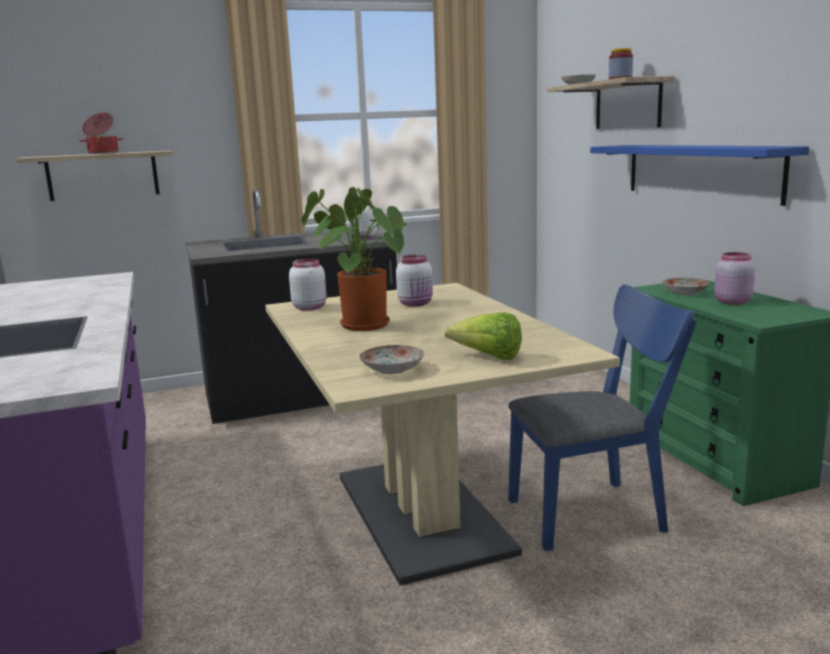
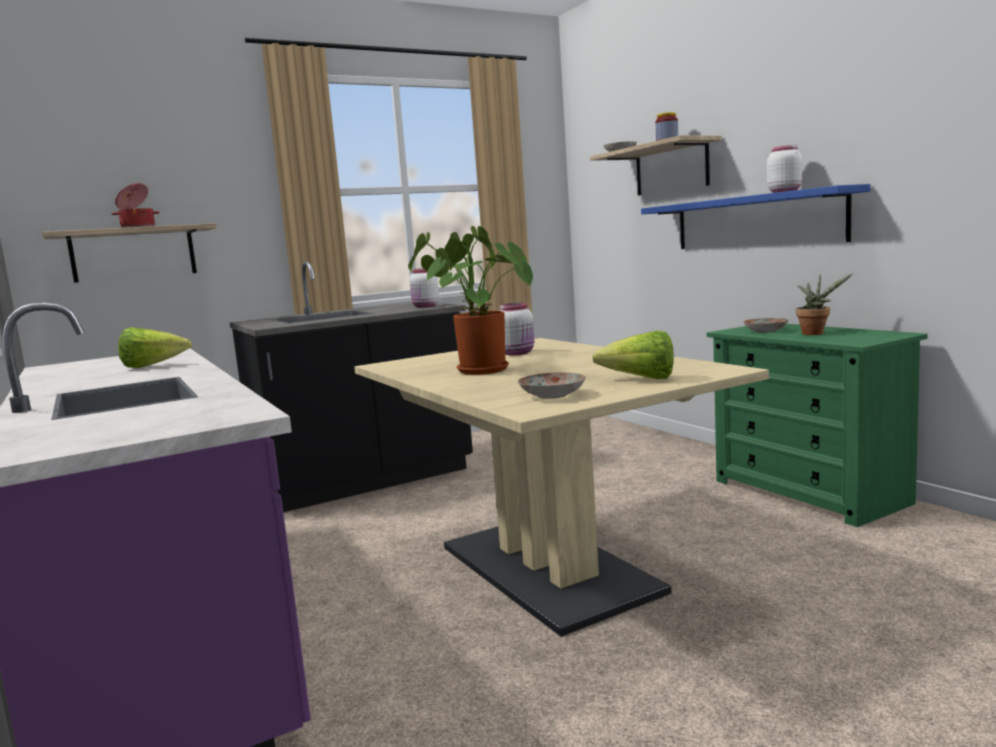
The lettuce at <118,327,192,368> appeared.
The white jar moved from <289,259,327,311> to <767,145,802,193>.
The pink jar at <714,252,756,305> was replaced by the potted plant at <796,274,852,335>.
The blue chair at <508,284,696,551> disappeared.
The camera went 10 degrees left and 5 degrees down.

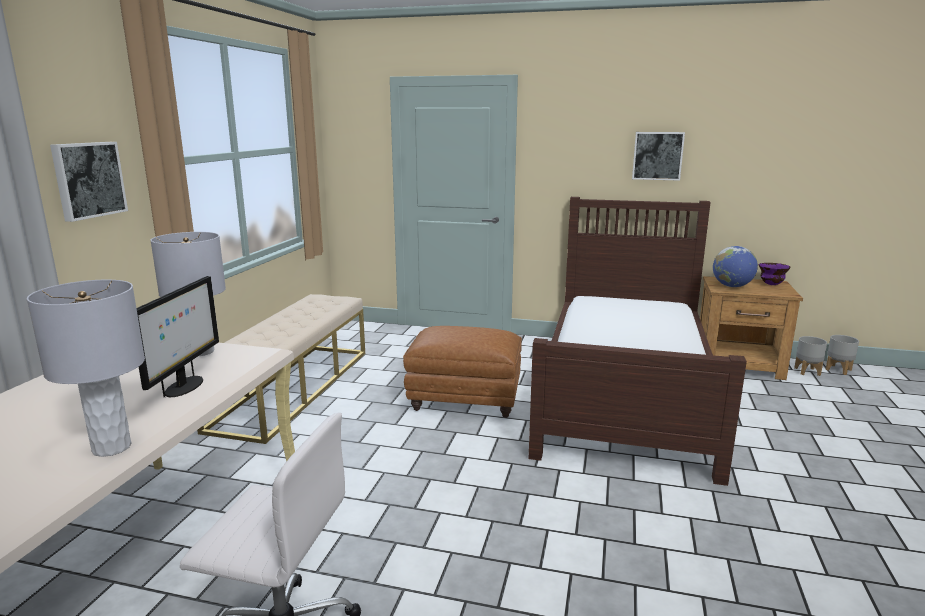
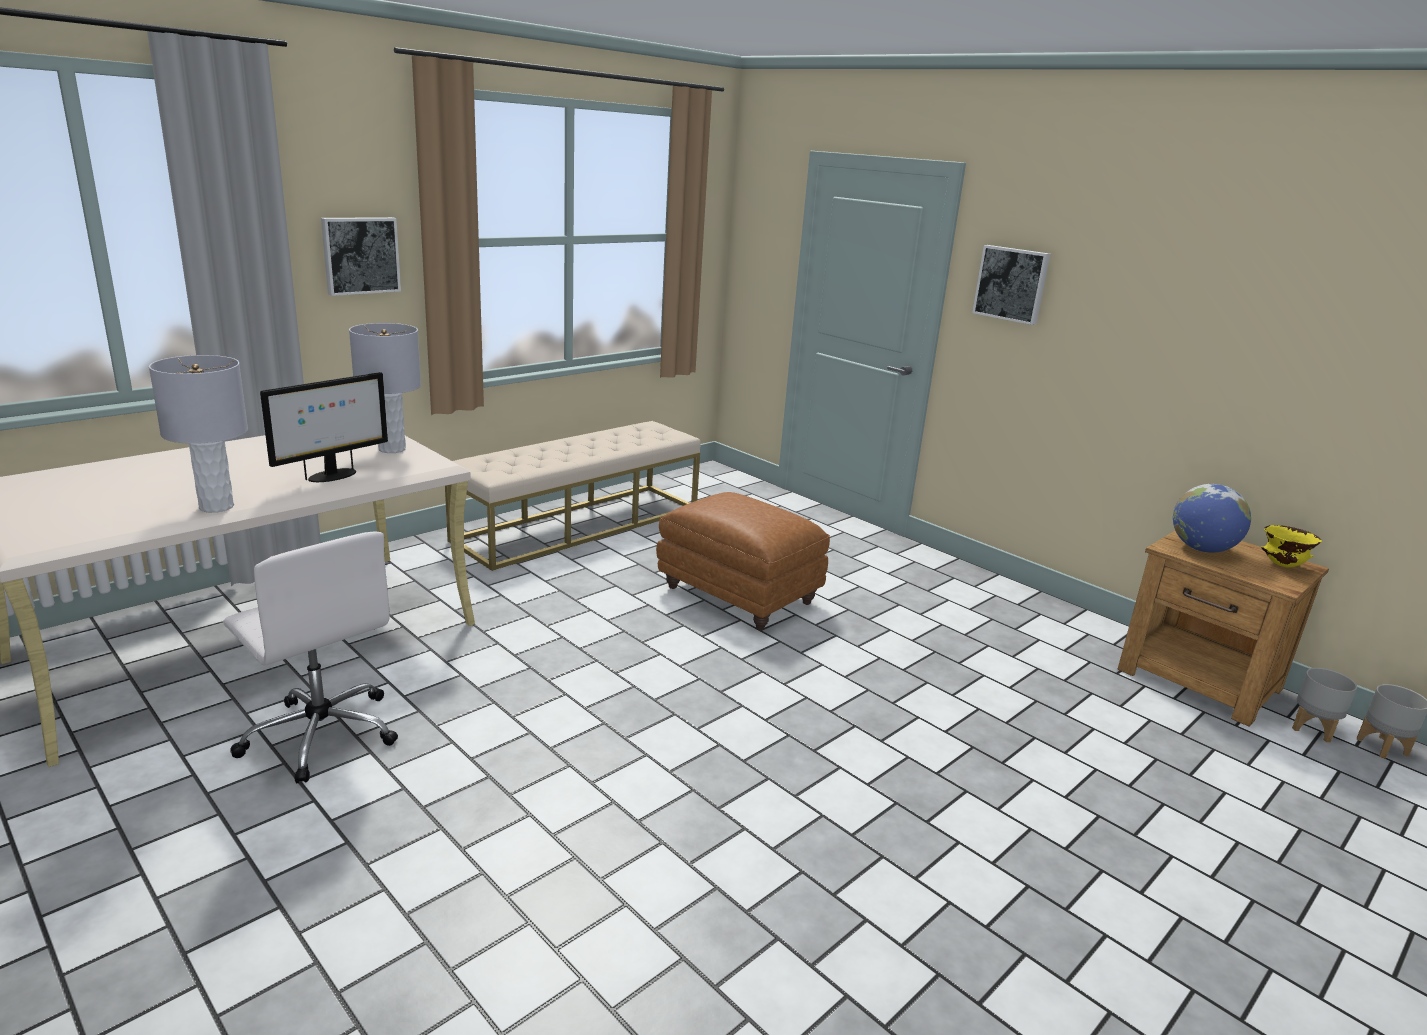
The picture moved from <632,132,685,181> to <972,245,1050,325>.
The purple bowl at <759,263,791,285> became the yellow bowl at <1261,525,1322,567>.
The brown bed at <529,197,747,486> disappeared.
The camera went 30 degrees right and 5 degrees up.

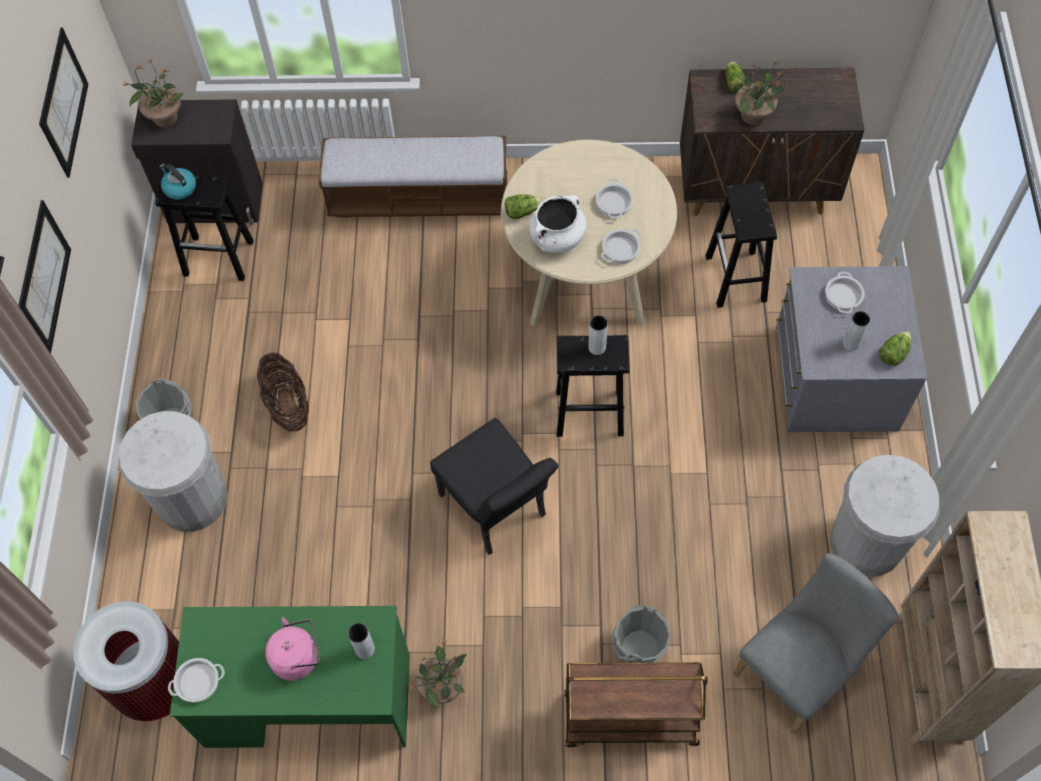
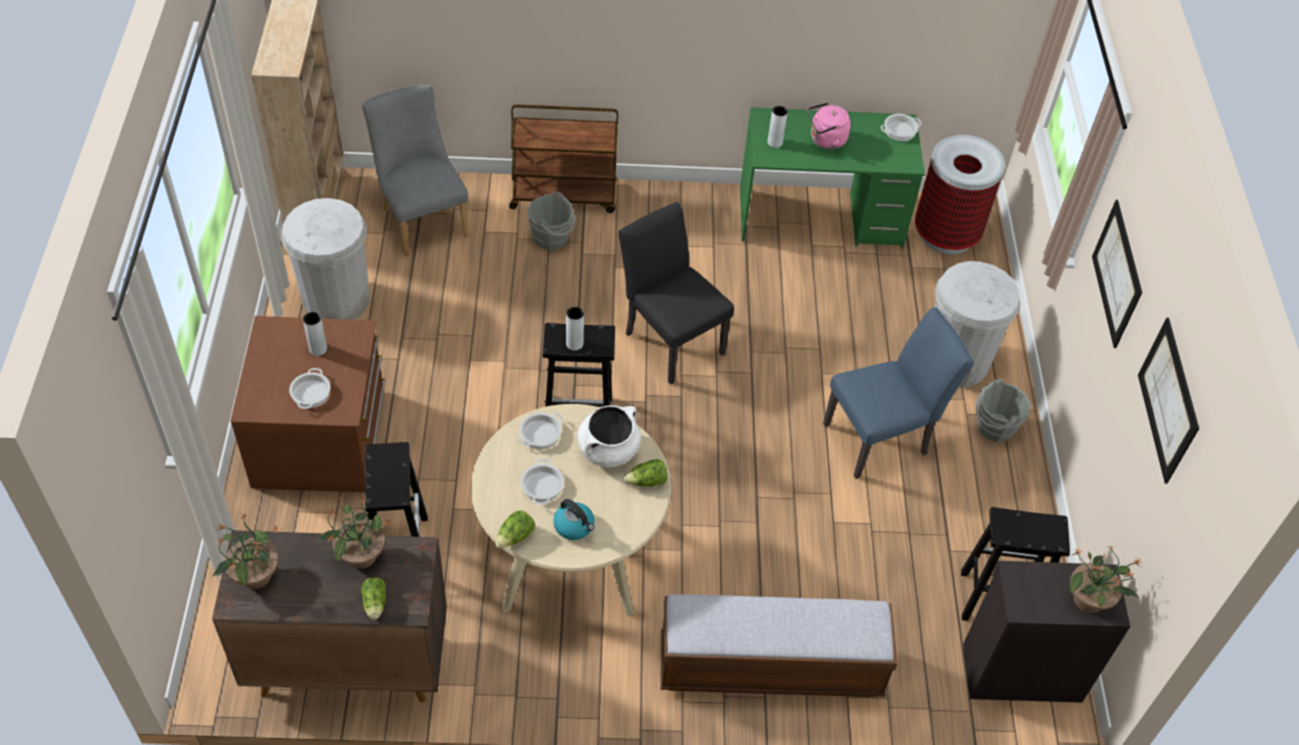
The potted plant moved from <409,640,467,708> to <212,513,281,589>.
The grey dresser at <776,266,927,432> became the brown dresser at <230,316,385,492>.
The grey chair at <733,553,899,735> turned 105 degrees clockwise.
The lettuce moved from <879,331,911,366> to <495,510,535,548>.
The kettle moved from <160,164,196,200> to <553,499,594,540>.
The basket at <257,353,309,432> was replaced by the blue chair at <823,307,974,479>.
The camera went 175 degrees right and 10 degrees down.

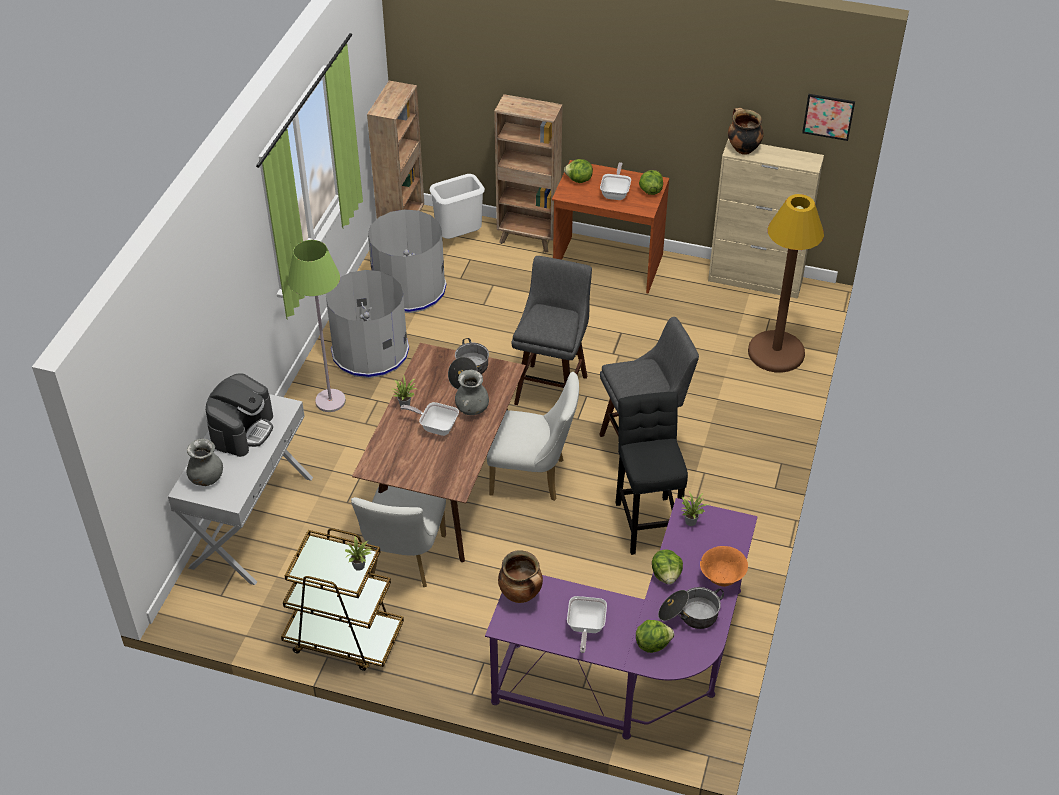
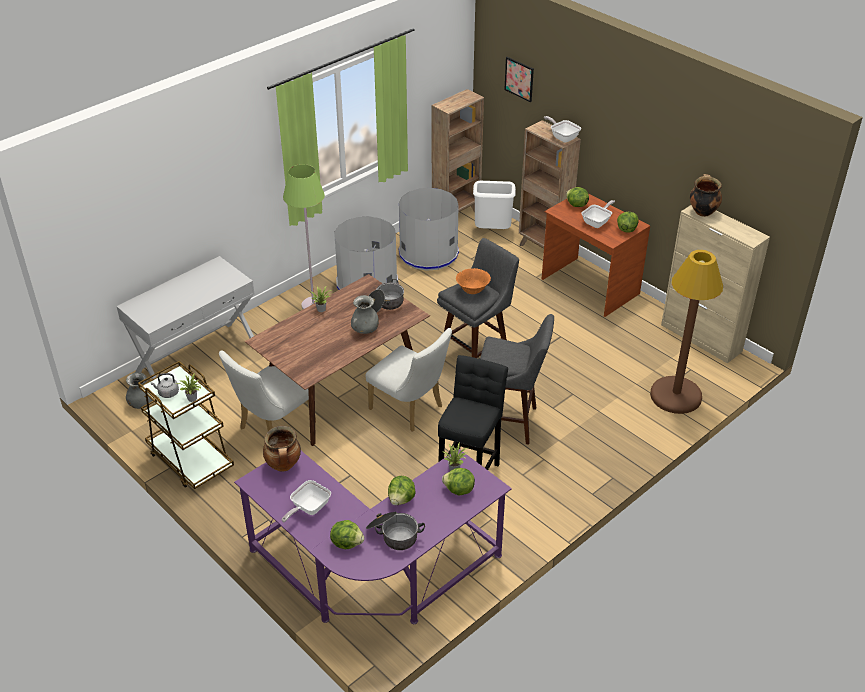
The grey vase moved from <187,439,223,486> to <126,372,153,409>.
The grey kettle at <151,373,179,398> appeared.
The lettuce at <442,468,475,496> appeared.
The orange bowl moved from <700,546,748,587> to <456,268,491,294>.
The picture moved from <802,94,855,141> to <504,57,534,102>.
The frying pan moved from <400,402,459,436> to <544,116,581,143>.
The coffee machine at <206,373,273,457> disappeared.
The camera went 30 degrees right and 5 degrees down.

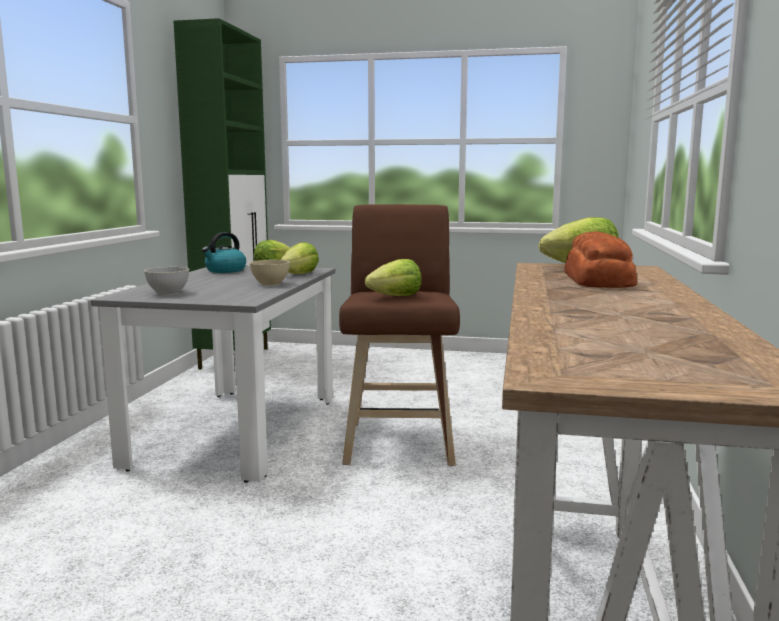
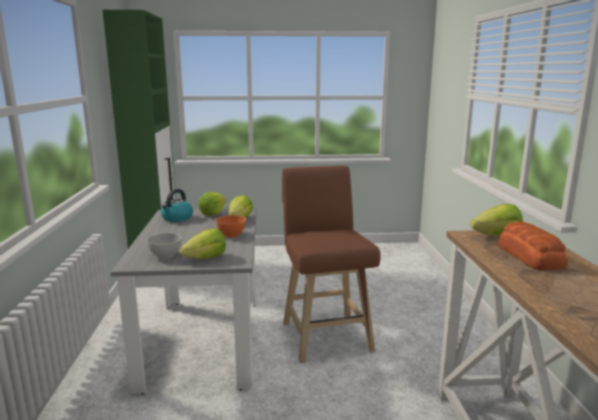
The lettuce moved from <365,259,421,296> to <180,228,226,259>.
The beige bowl at <250,260,290,286> became the orange bowl at <216,215,246,238>.
The camera went 15 degrees left and 5 degrees up.

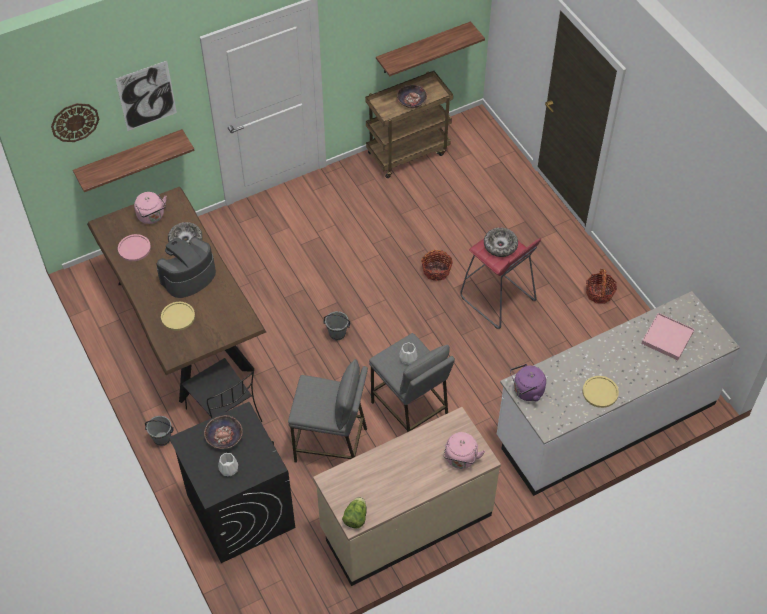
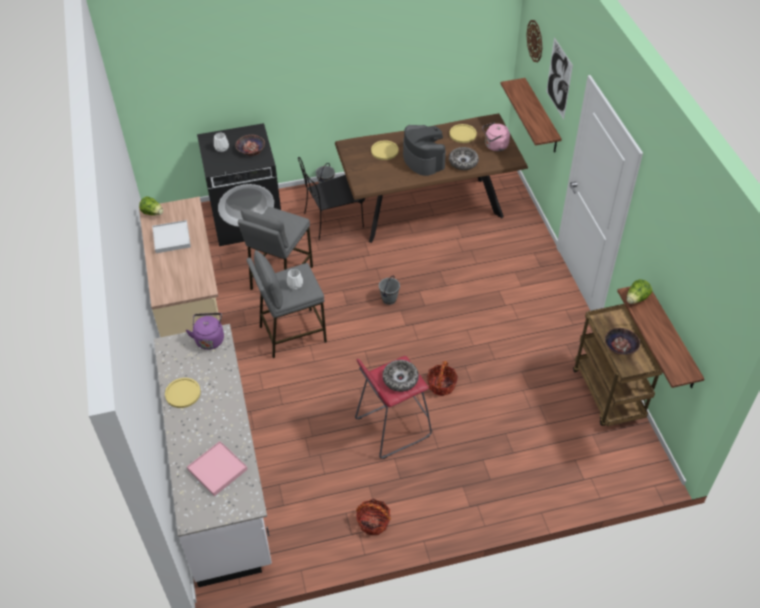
The white tray at <152,220,191,253> appeared.
The pink plate at <118,234,151,261> became the yellow plate at <449,124,477,143>.
The lettuce at <626,279,652,304> appeared.
The pink kettle at <443,432,485,469> disappeared.
The camera went 105 degrees right and 5 degrees down.

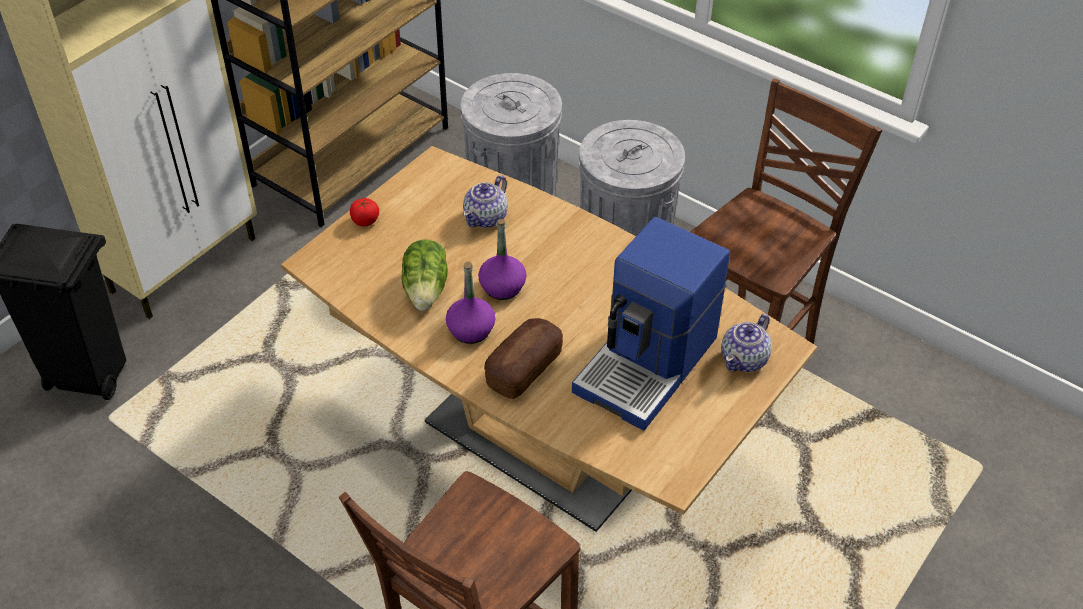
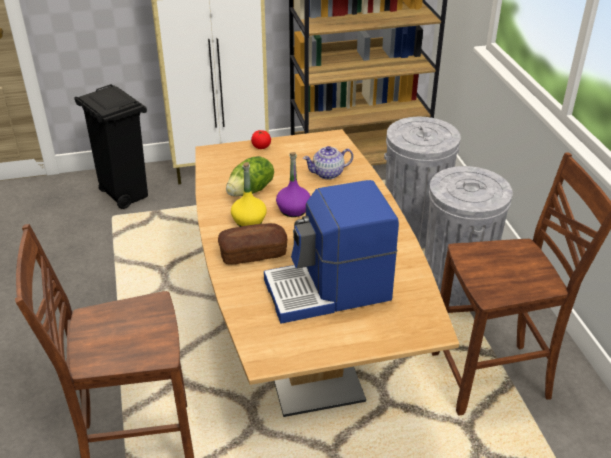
The purple bottle at <446,261,495,344> became the yellow bottle at <231,162,267,227>.
The teapot at <721,314,772,372> disappeared.
The camera went 40 degrees right and 10 degrees down.

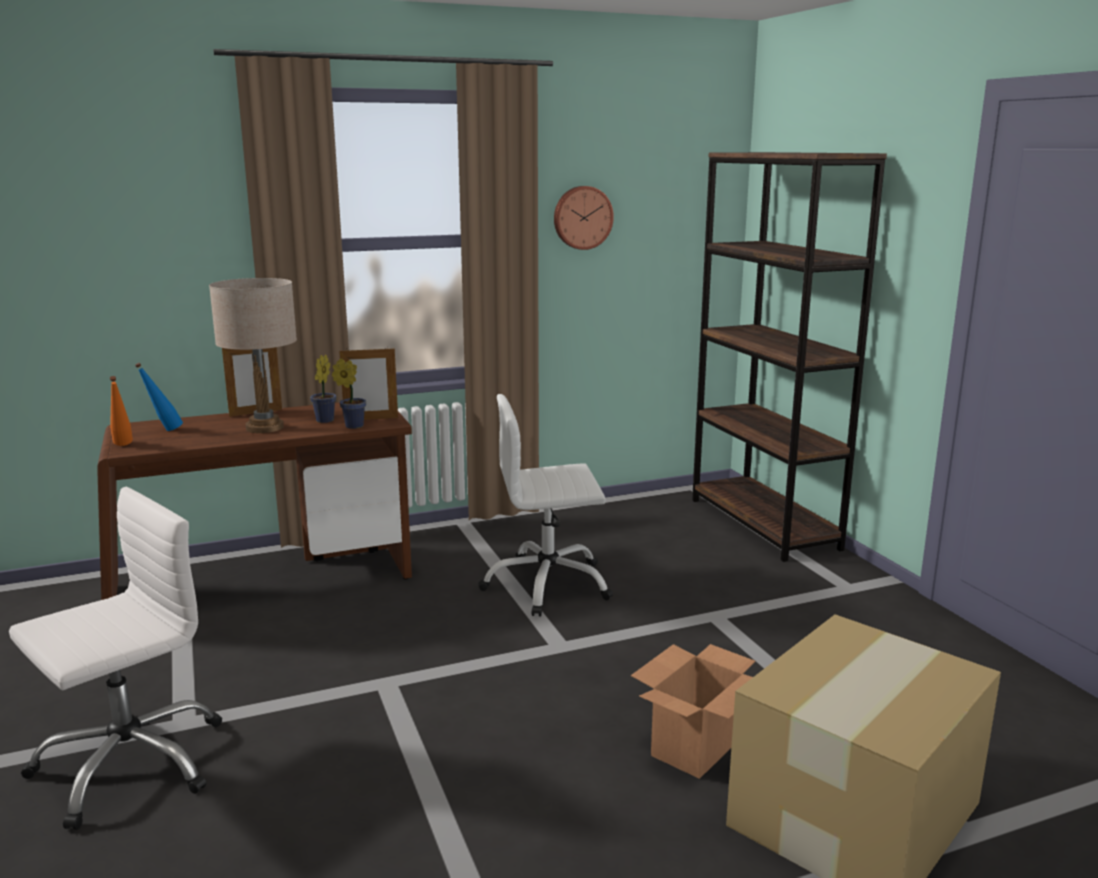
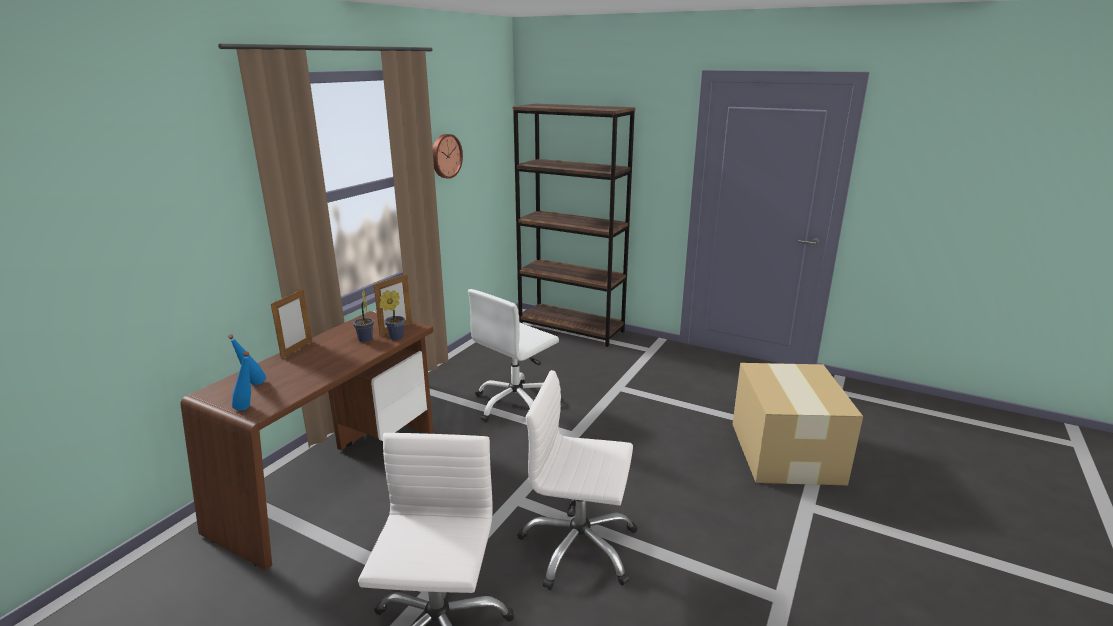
The orange bottle at <110,376,133,446> became the blue bottle at <232,352,251,411>.
The white office chair at <518,370,637,590> appeared.
The beige table lamp at <209,278,297,433> disappeared.
The cardboard box at <631,644,756,779> disappeared.
The camera went 40 degrees left and 5 degrees up.

